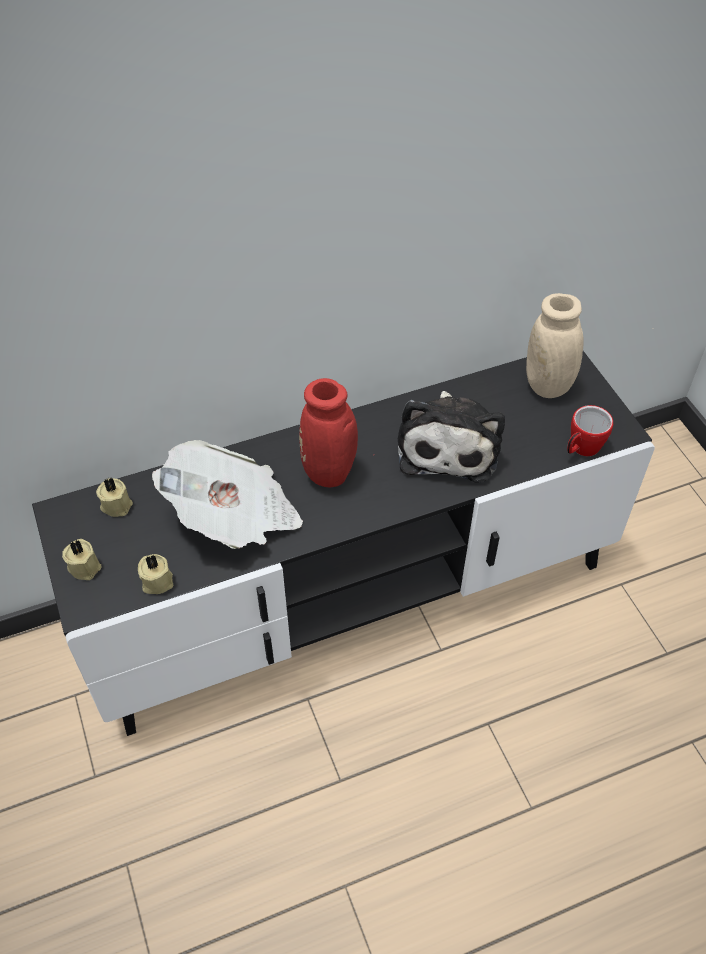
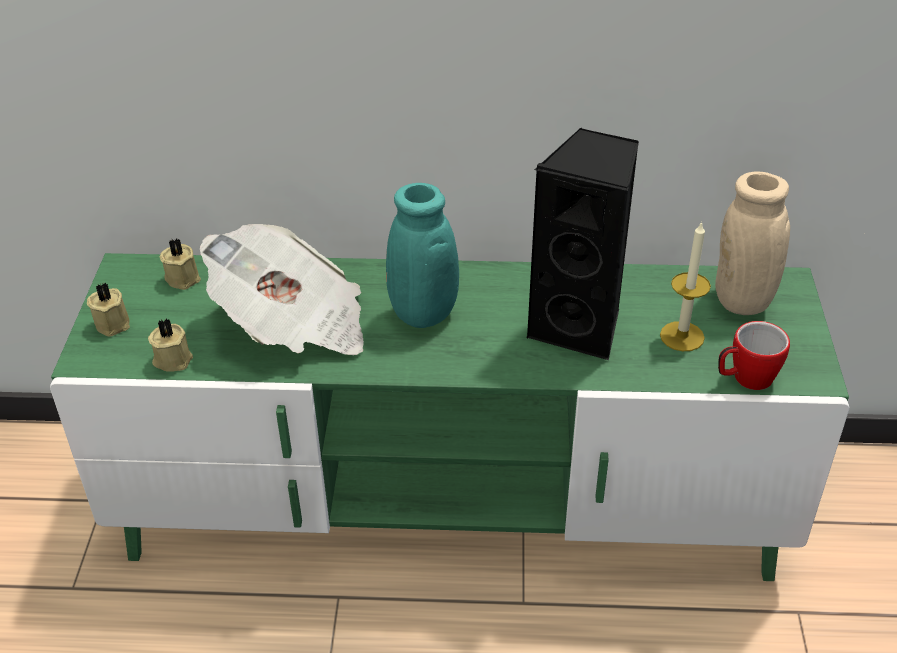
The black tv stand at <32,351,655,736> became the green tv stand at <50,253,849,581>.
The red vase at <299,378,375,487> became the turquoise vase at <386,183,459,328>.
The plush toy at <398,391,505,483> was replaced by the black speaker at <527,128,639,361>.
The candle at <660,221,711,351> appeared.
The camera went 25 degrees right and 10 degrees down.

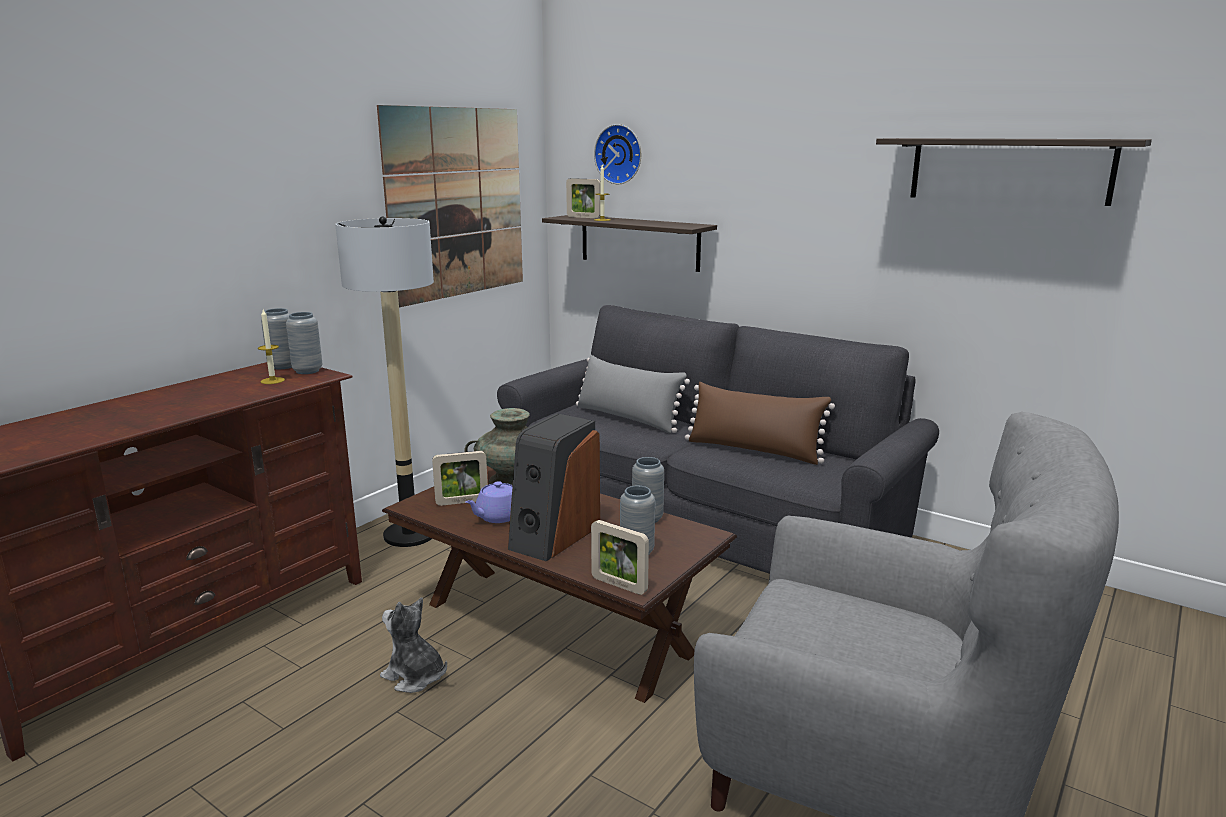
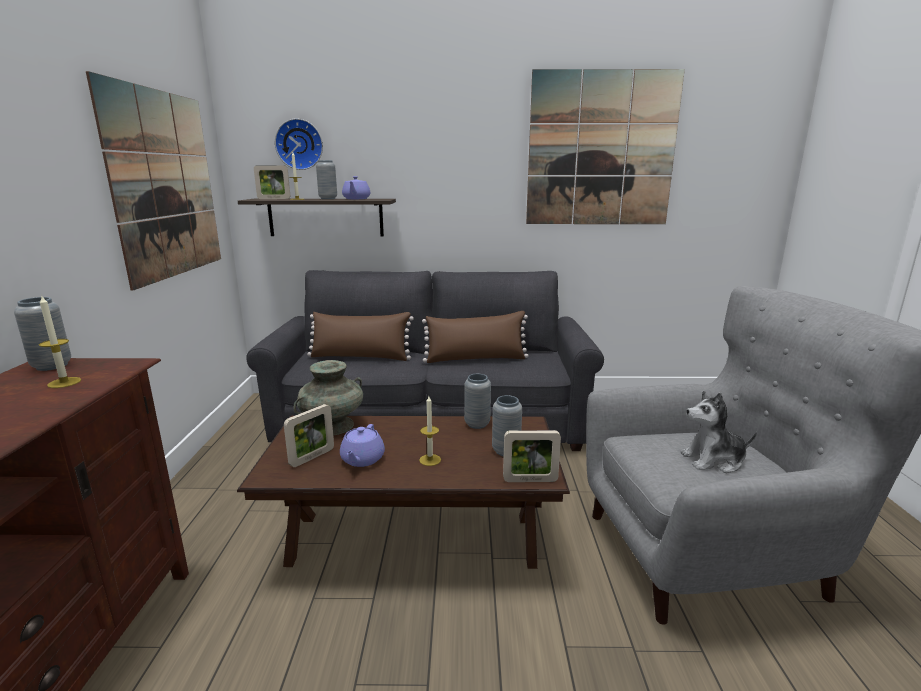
The grey pillow at <576,355,690,434> became the brown pillow at <307,312,414,361>.
The grey vase moved from <286,312,323,374> to <316,160,337,199>.
The purple teapot at <342,176,370,199> appeared.
The speaker at <508,413,600,562> was replaced by the candle at <419,396,441,466>.
The shelf at <876,138,1152,206> was replaced by the picture at <526,69,685,224>.
The plush toy moved from <380,598,447,693> to <680,391,757,473>.
The floor lamp at <335,216,434,547> disappeared.
The camera went 35 degrees left and 0 degrees up.

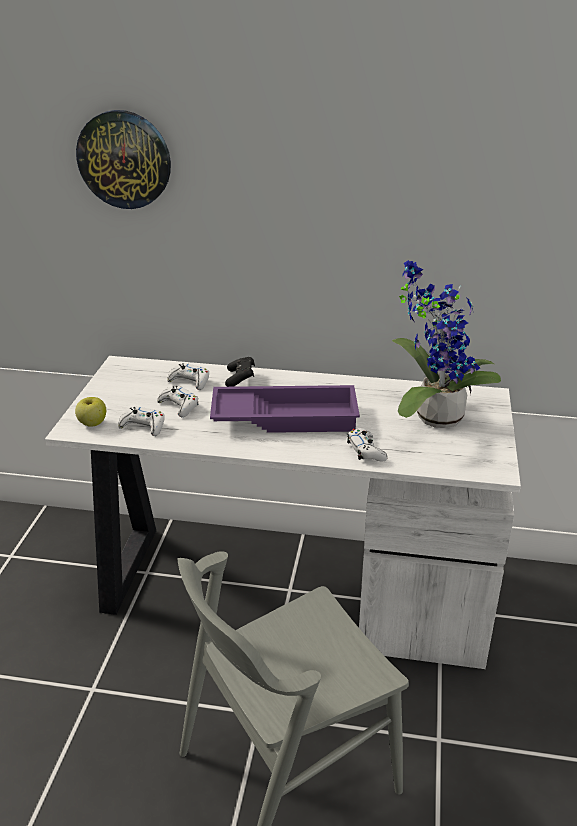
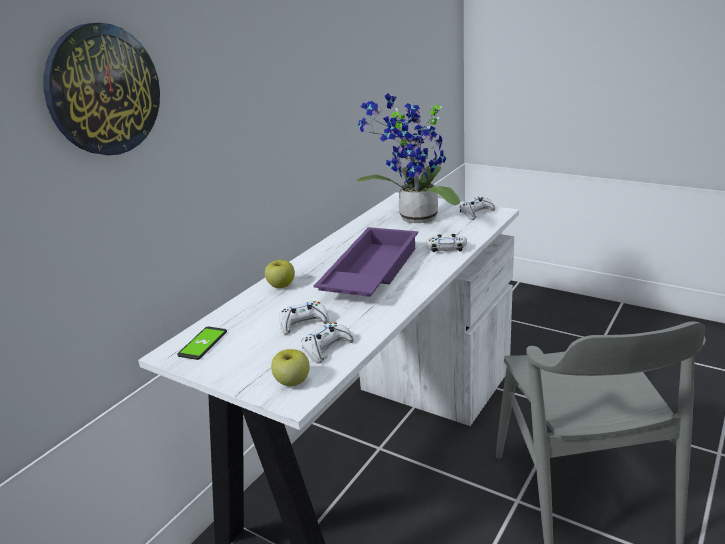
The phone at <177,327,227,360> appeared.
The black game controller at <225,357,255,387> was replaced by the apple at <265,260,295,288>.
The white game controller moved from <167,363,209,390> to <460,197,495,220>.
The camera went 65 degrees left and 5 degrees down.

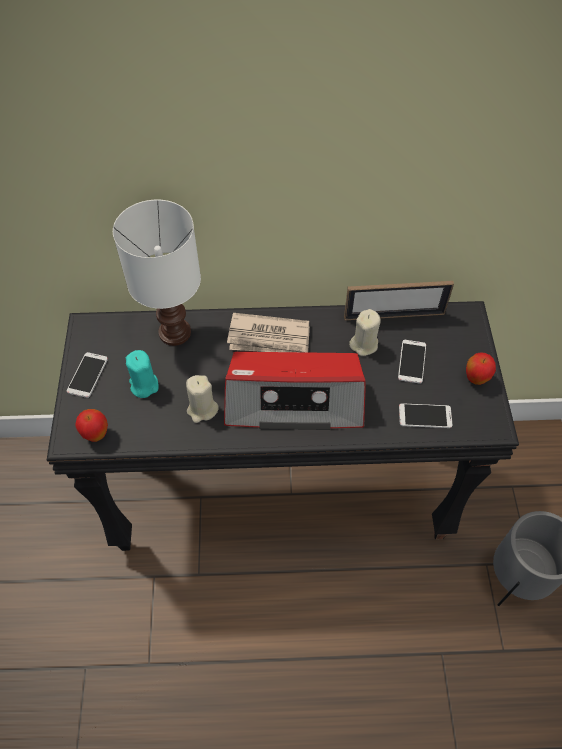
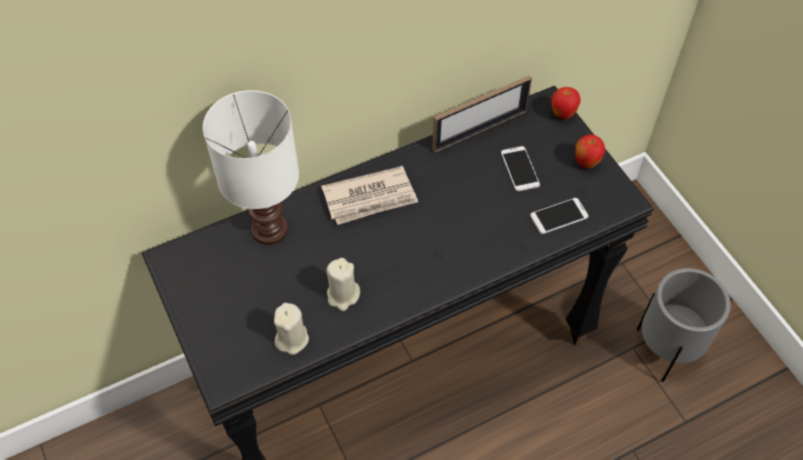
The beige candle moved from <349,309,381,356> to <274,303,309,355>.
The apple moved from <75,409,108,442> to <551,87,581,119>.
The phone at <67,352,108,398> disappeared.
The turquoise candle at <126,350,159,398> disappeared.
The radio at <224,352,365,430> disappeared.
The camera went 25 degrees left and 0 degrees up.

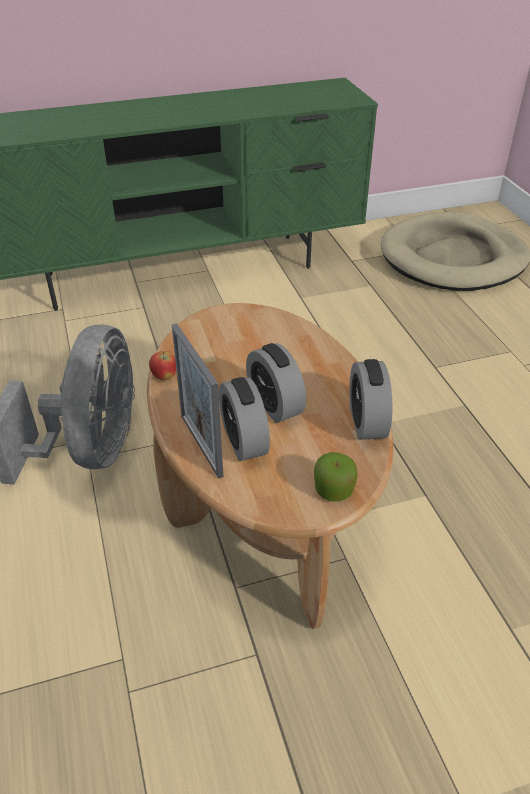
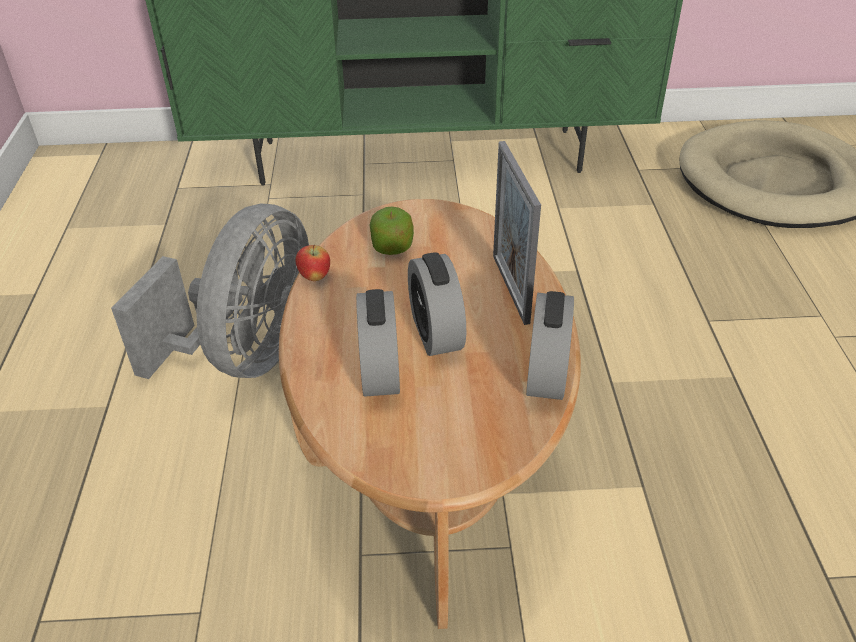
The apple moved from <314,452,358,501> to <369,207,414,255>.
The picture frame moved from <172,323,223,479> to <493,141,541,325>.
The camera went 15 degrees right and 0 degrees up.

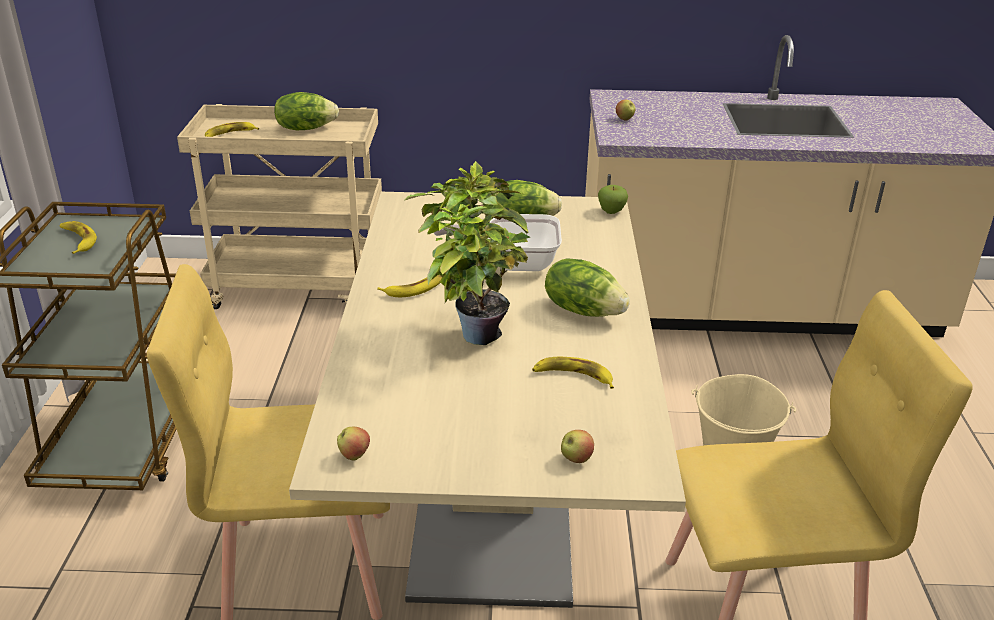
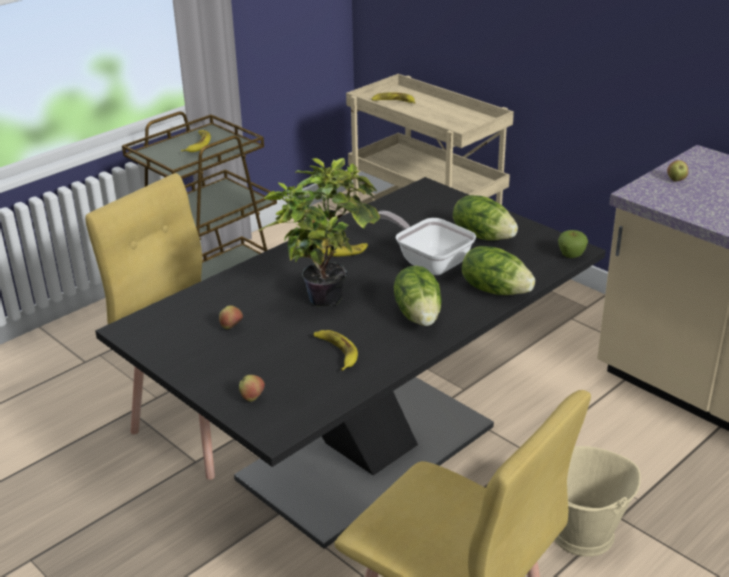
The beige dining table at <289,192,686,608> became the black dining table at <95,177,606,549>.
The apple moved from <337,427,370,461> to <219,305,243,329>.
The lettuce moved from <274,92,339,130> to <462,246,535,295>.
The camera went 45 degrees right and 0 degrees up.

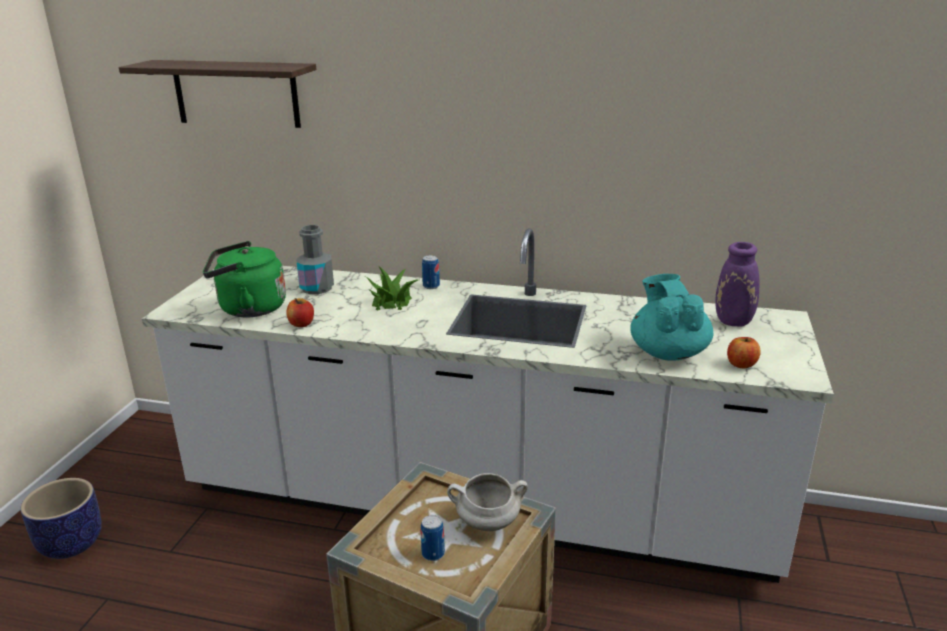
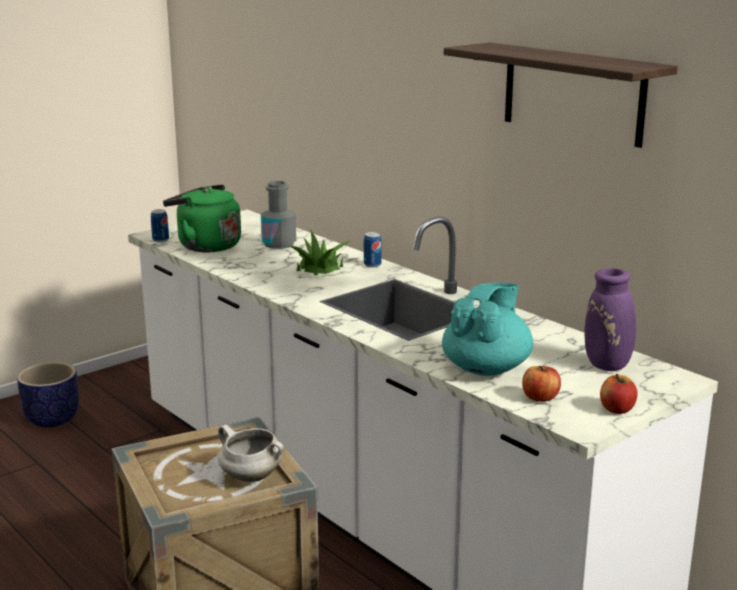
The can moved from <420,515,445,561> to <151,209,169,242>.
The shelf moved from <119,60,316,128> to <444,42,678,148>.
The apple moved from <286,298,314,327> to <600,374,638,414>.
The camera went 35 degrees right and 5 degrees down.

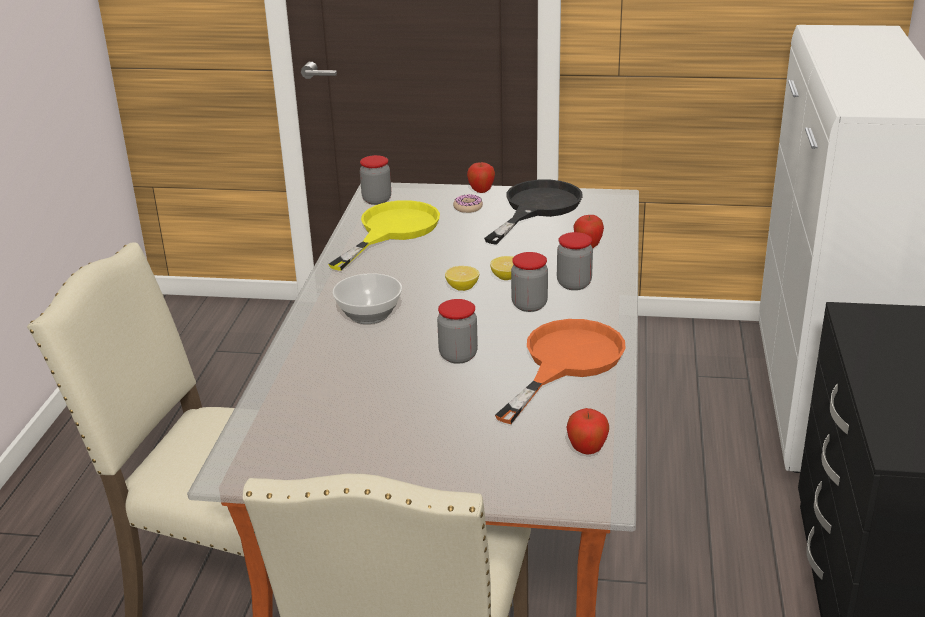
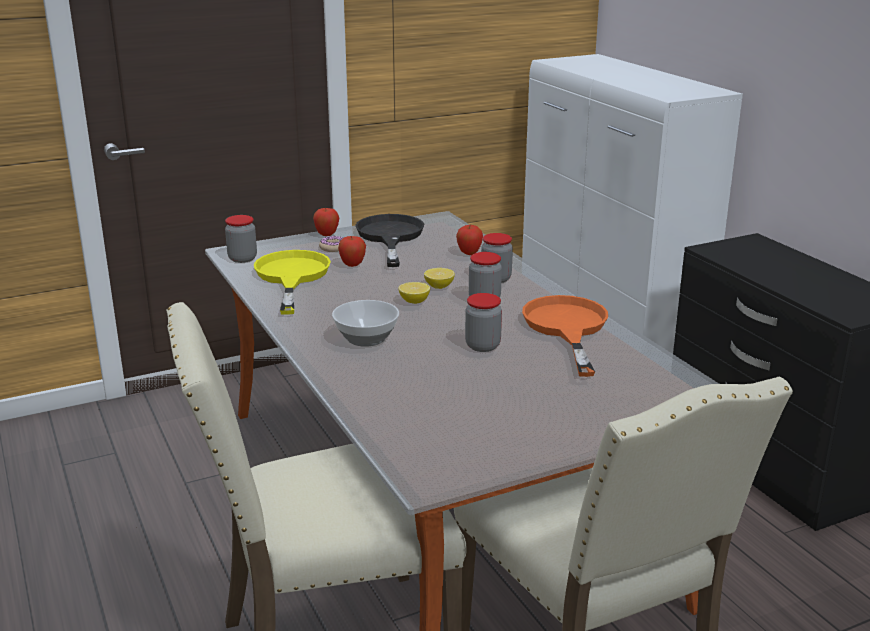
The apple moved from <566,408,609,455> to <338,236,366,267>.
The camera went 35 degrees left and 5 degrees down.

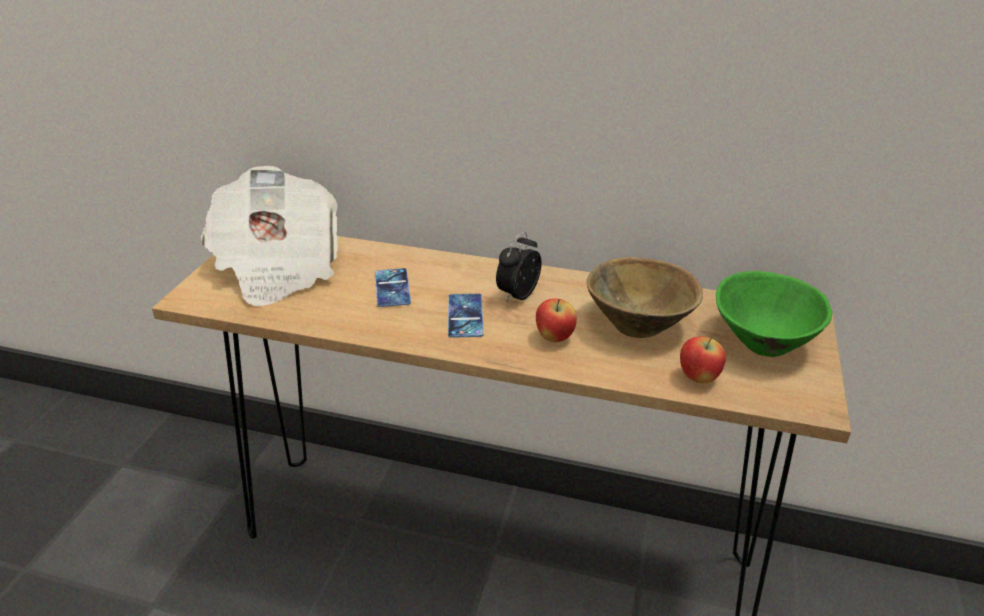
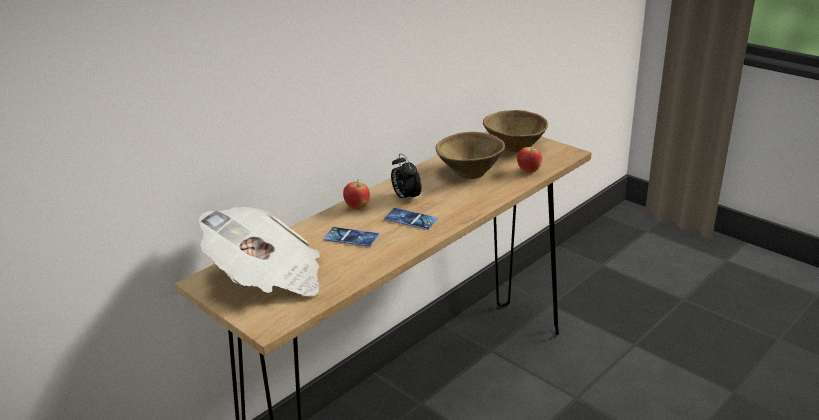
The apple moved from <536,298,577,342> to <343,179,370,210>.
The green bowl at <716,271,832,357> became the brown bowl at <483,110,548,152>.
The camera went 60 degrees left and 5 degrees down.

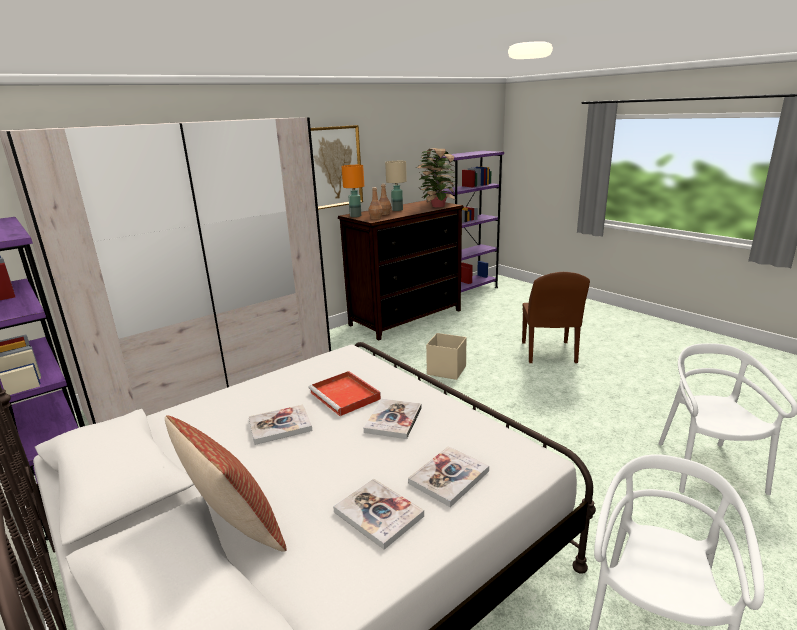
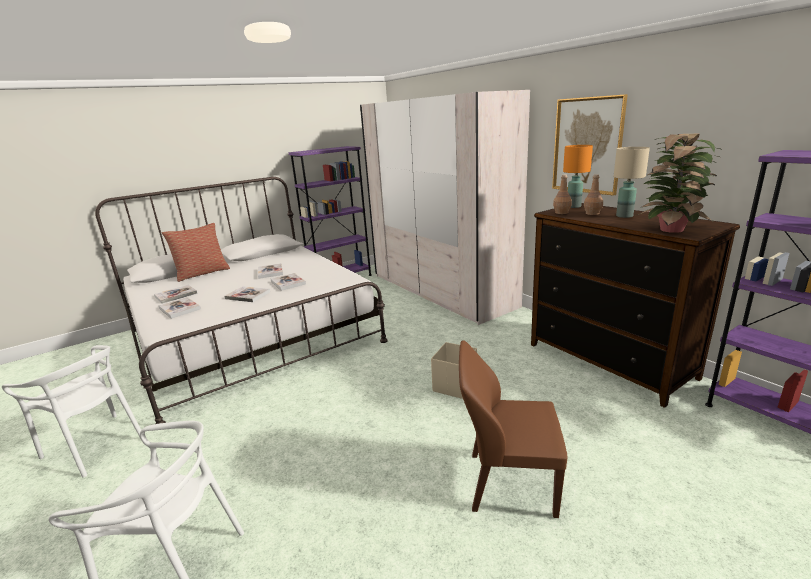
The red tray at <308,371,381,416> was replaced by the book at <271,273,306,291>.
The camera went 95 degrees right and 0 degrees up.

